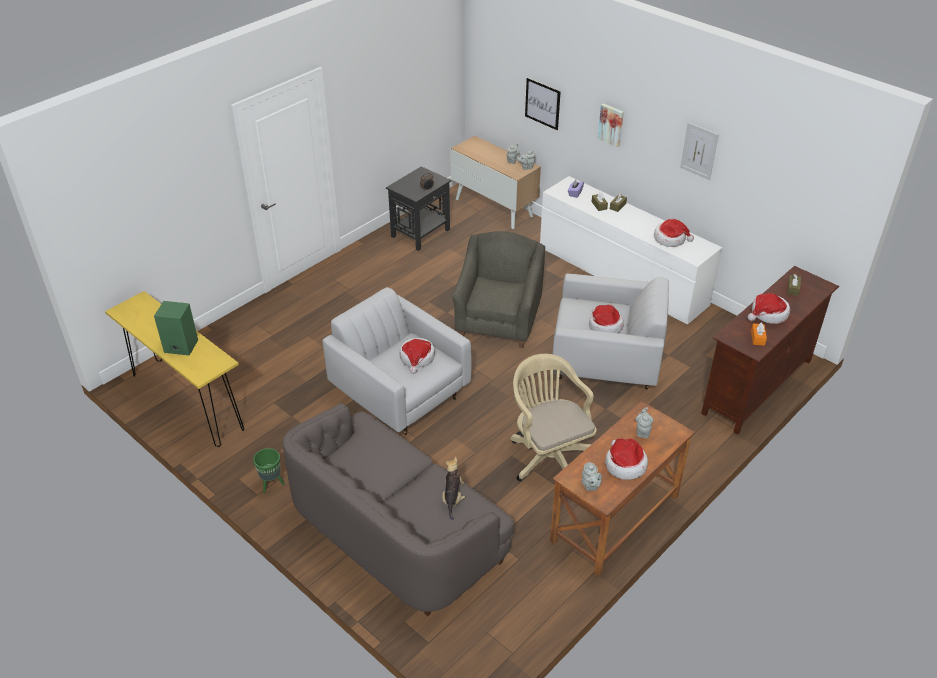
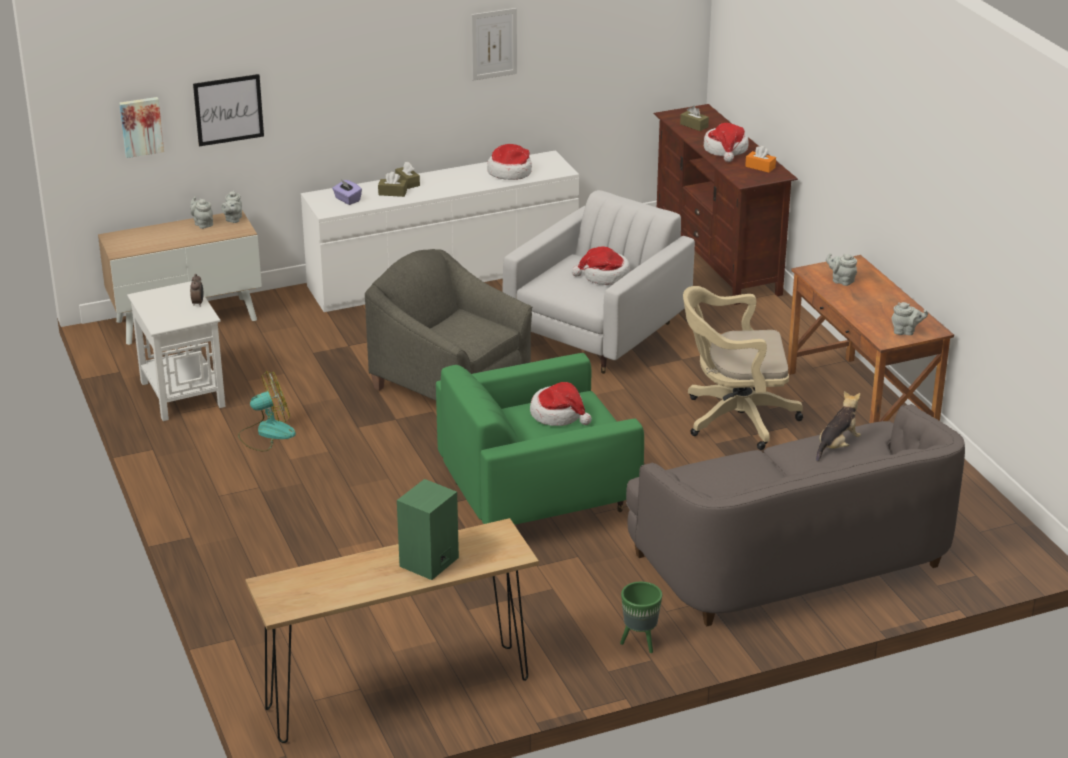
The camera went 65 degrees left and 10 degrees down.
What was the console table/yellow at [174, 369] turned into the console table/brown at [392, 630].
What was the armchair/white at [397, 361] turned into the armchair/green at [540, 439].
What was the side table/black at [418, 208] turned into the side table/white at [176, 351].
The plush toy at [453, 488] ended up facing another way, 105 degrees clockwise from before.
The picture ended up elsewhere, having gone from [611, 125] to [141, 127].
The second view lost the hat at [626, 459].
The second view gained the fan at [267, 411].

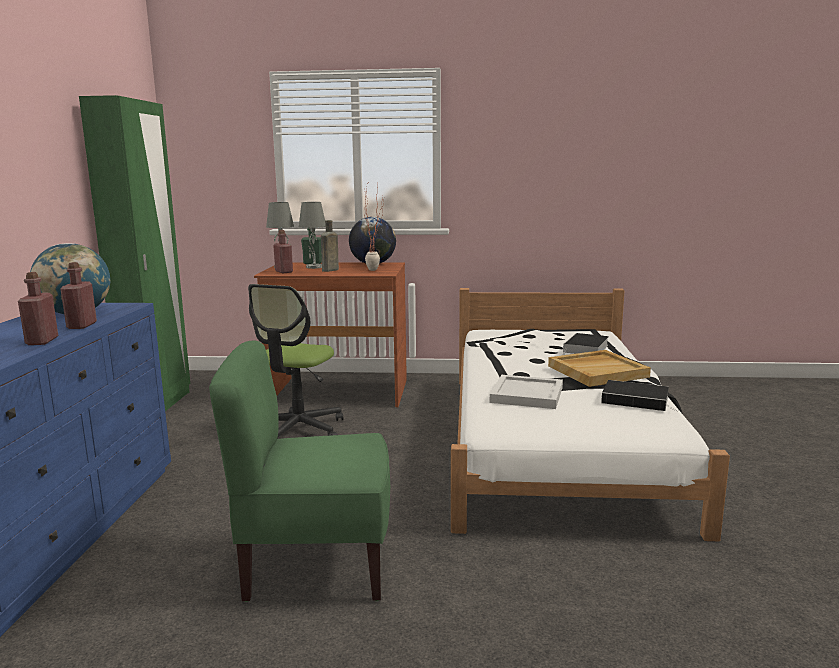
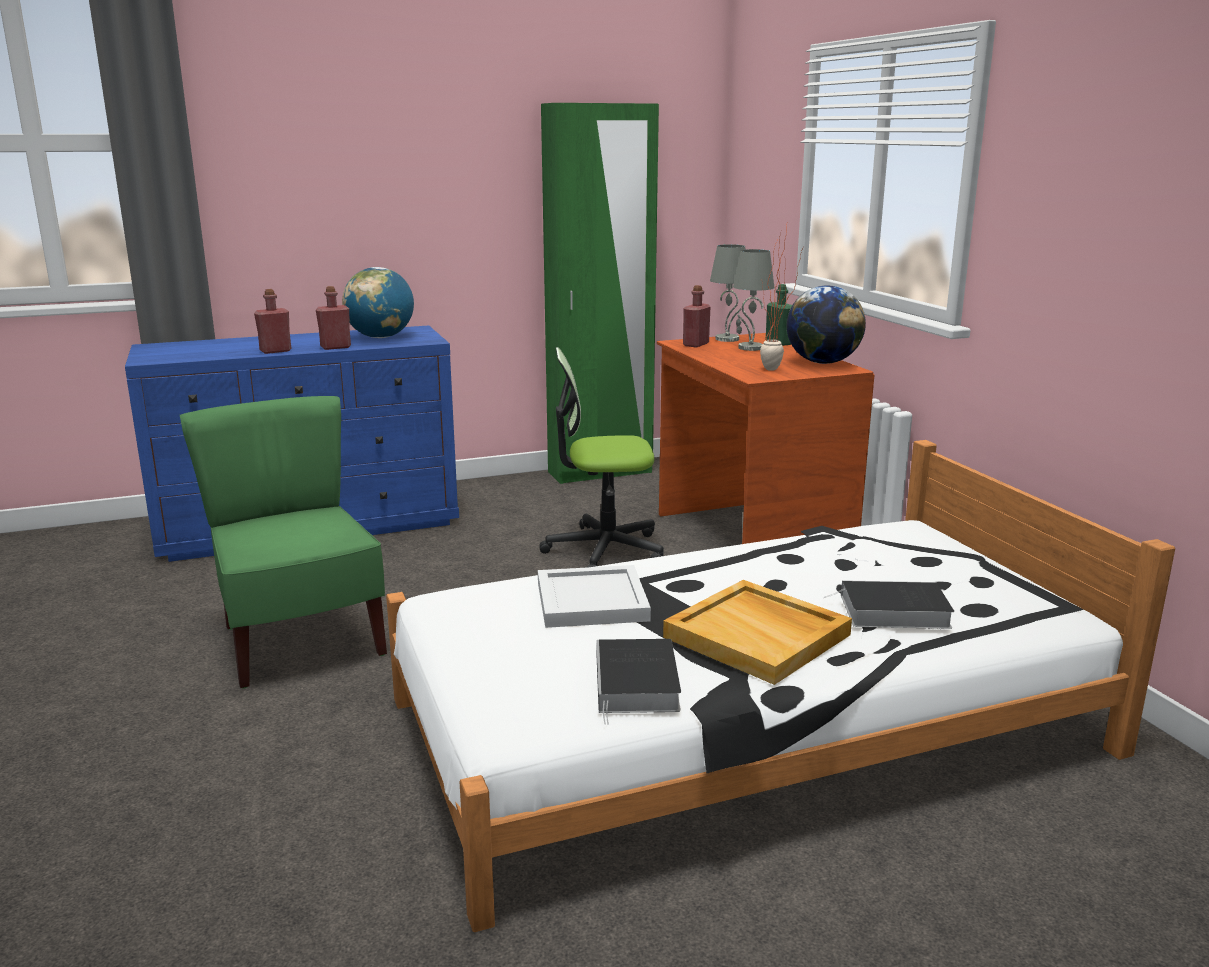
The camera went 65 degrees right and 5 degrees up.
The second view lost the bottle/brown at [330, 246].

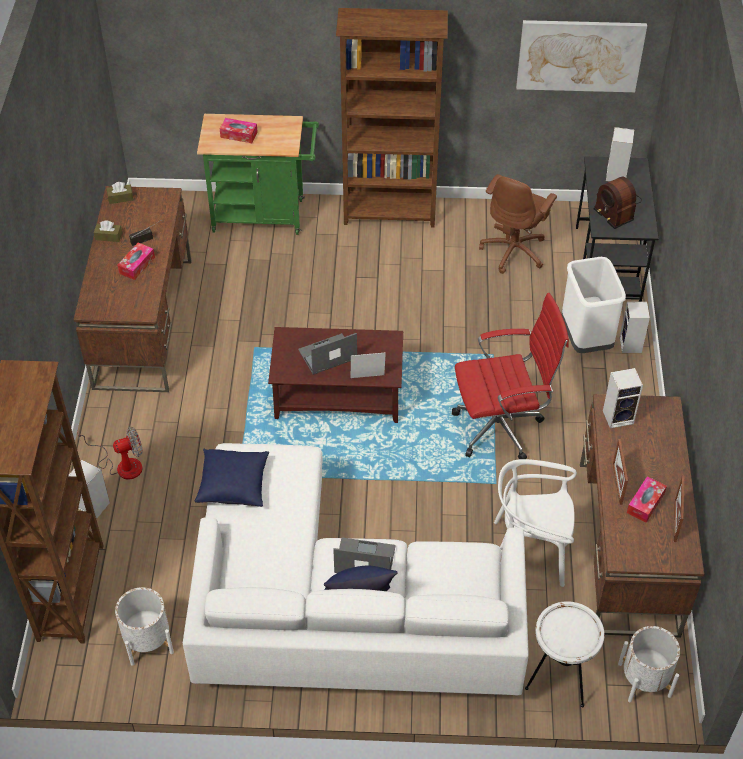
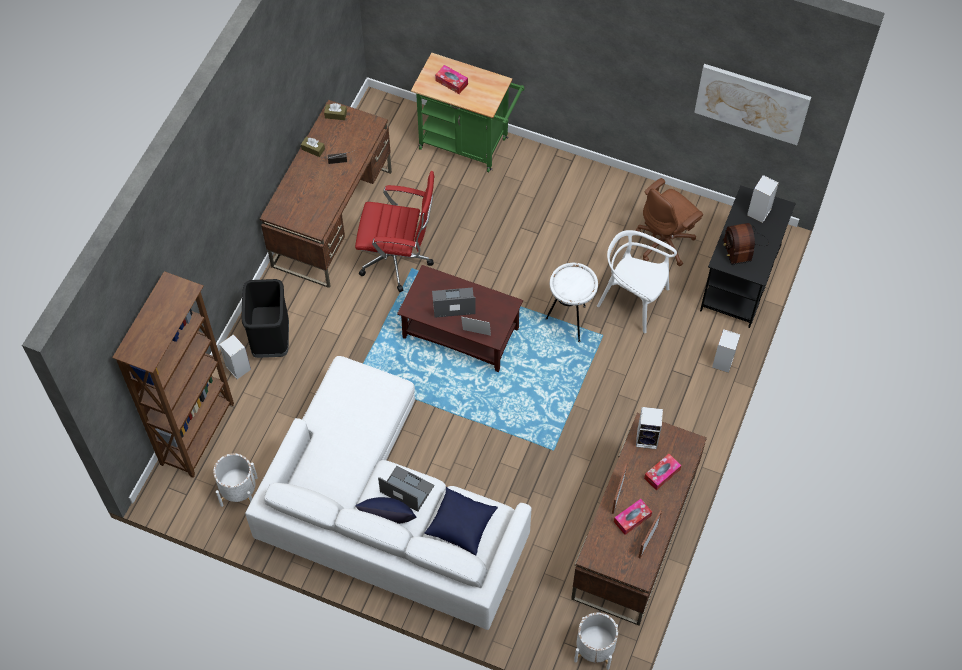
The camera went 20 degrees right and 10 degrees up.
Where the fan stood at [110, 453], the trash can/black came to stand at [265, 318].
The tissue box ended up elsewhere, having gone from [136, 261] to [662, 472].
The pillow/blue ended up elsewhere, having gone from [231, 478] to [461, 521].
The second view lost the bookcase/brown at [392, 118].
The office chair/red ended up elsewhere, having gone from [510, 376] to [395, 231].
The chair/white ended up elsewhere, having gone from [535, 523] to [637, 281].
The side table/white ended up elsewhere, having gone from [565, 654] to [571, 302].
The second view lost the trash can/white at [594, 305].

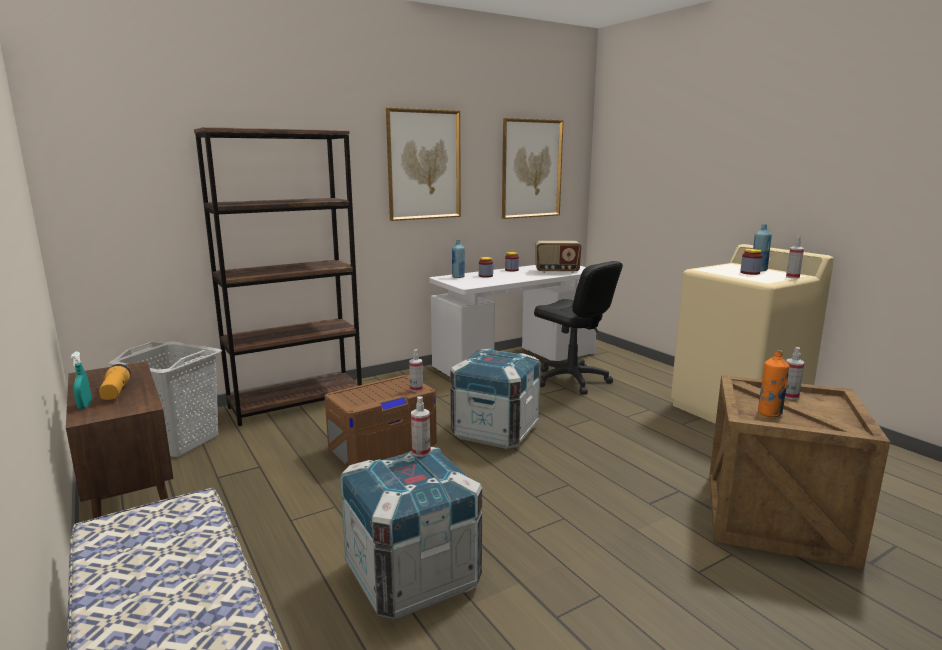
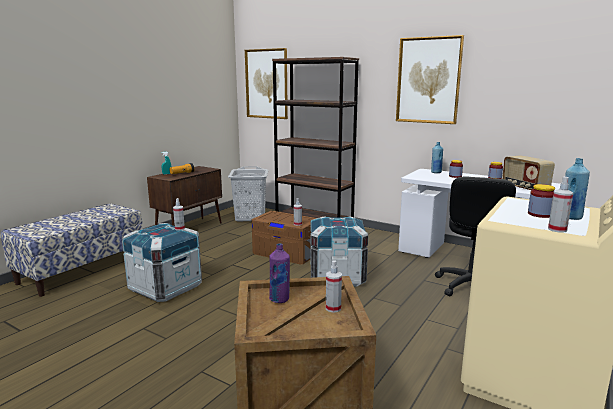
The camera went 65 degrees right and 0 degrees up.
The picture ended up elsewhere, having gone from [533, 168] to [266, 83].
What was the bottle/orange at [773, 383] turned into the bottle/purple at [279, 273].

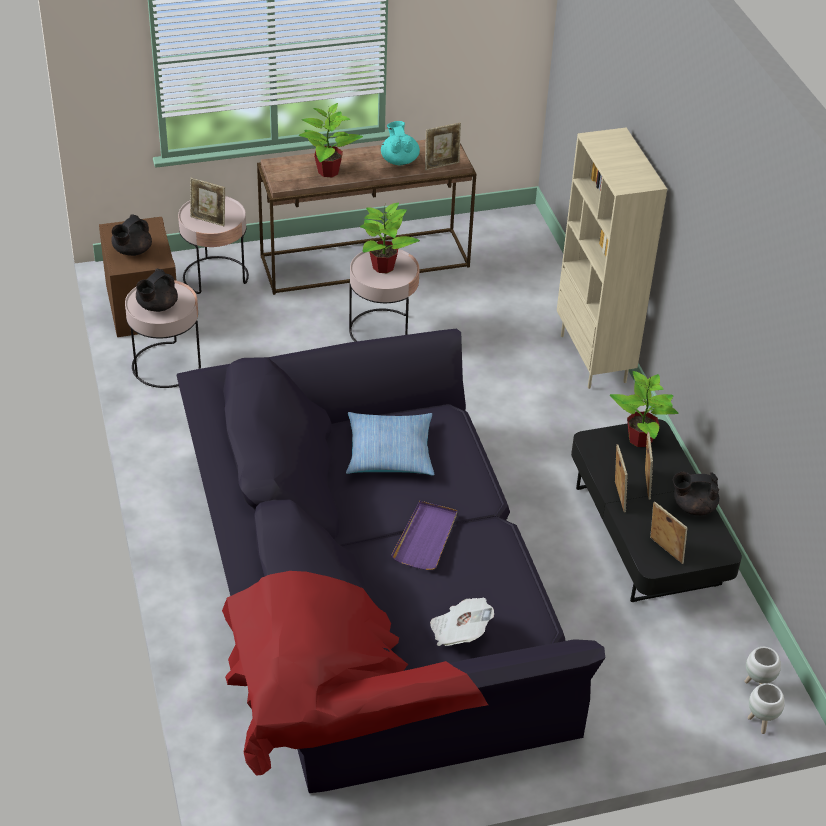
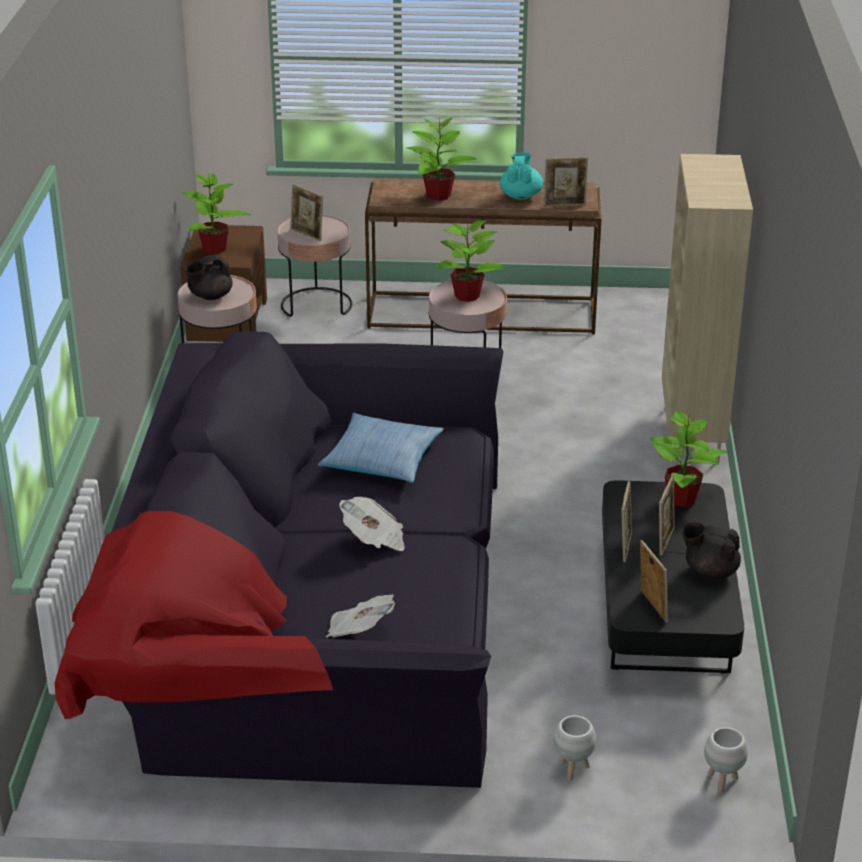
The camera went 20 degrees right and 10 degrees down.
Where the teapot/black stood at [131, 235], the potted plant came to stand at [216, 214].
Where the tray/purple stood at [424, 535], the newspaper came to stand at [372, 524].
The planter/white ended up elsewhere, having gone from [766, 708] to [575, 748].

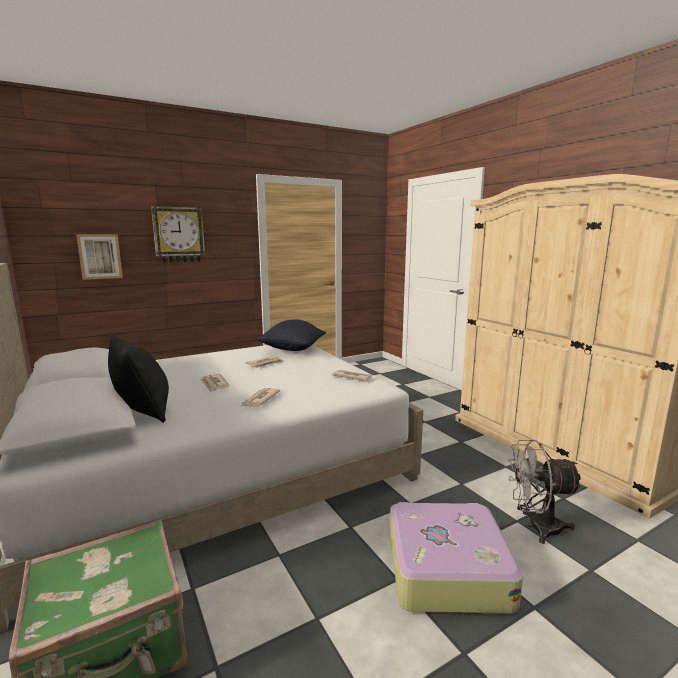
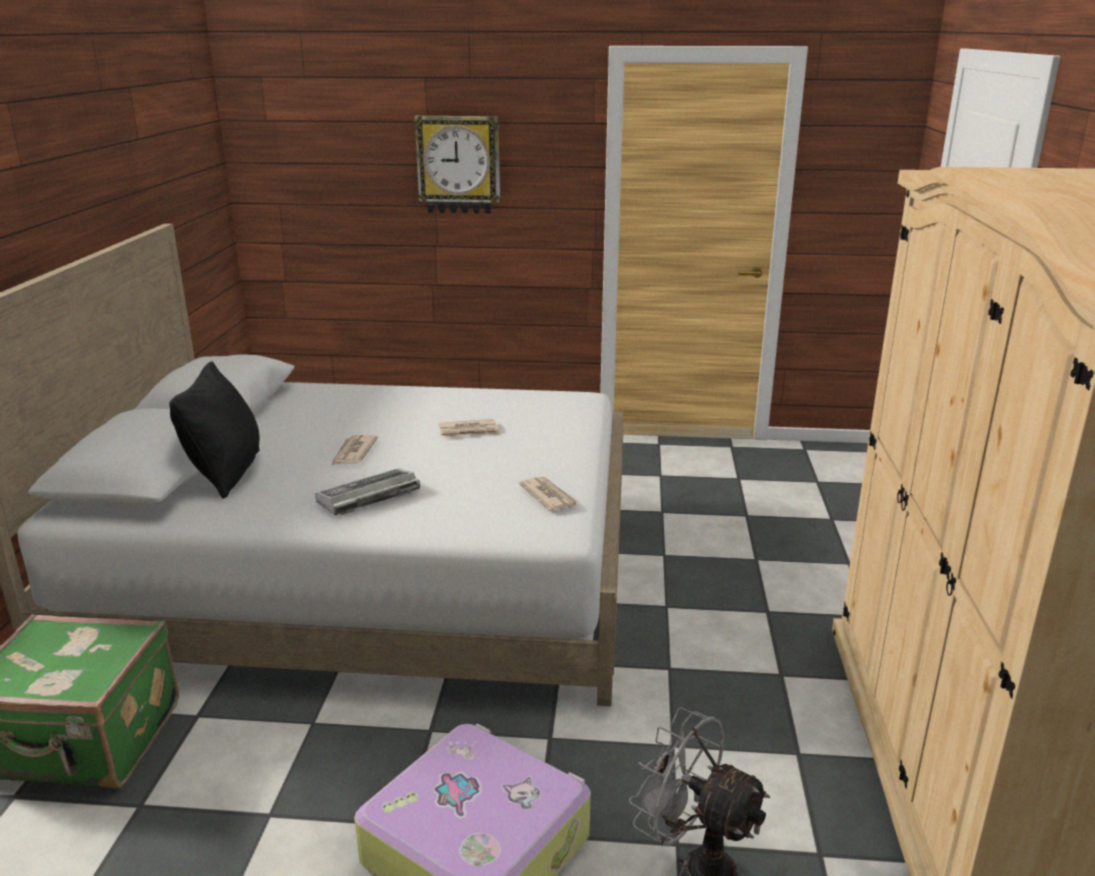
The camera went 35 degrees right and 10 degrees up.
The second view lost the picture at [99, 257].
Where the newspaper stood at [261, 397], the keyboard came to stand at [367, 491].
The second view lost the pillow/black at [291, 335].

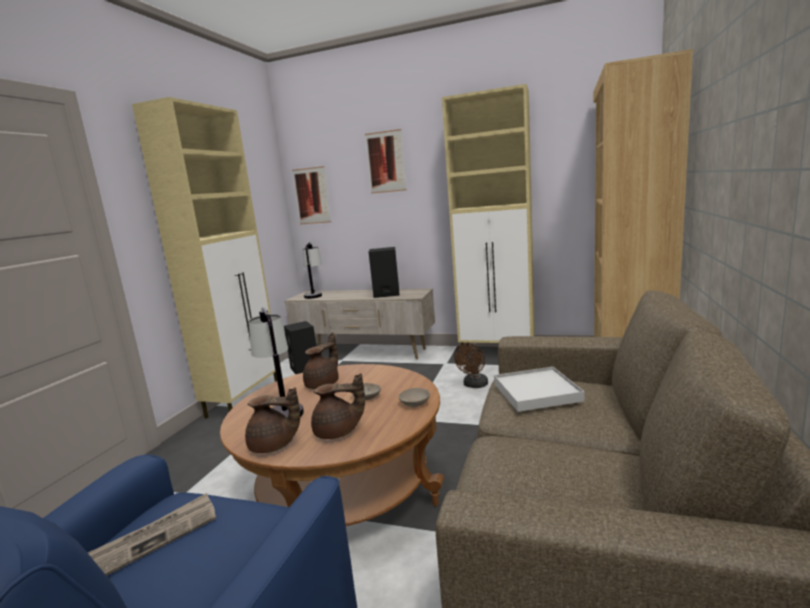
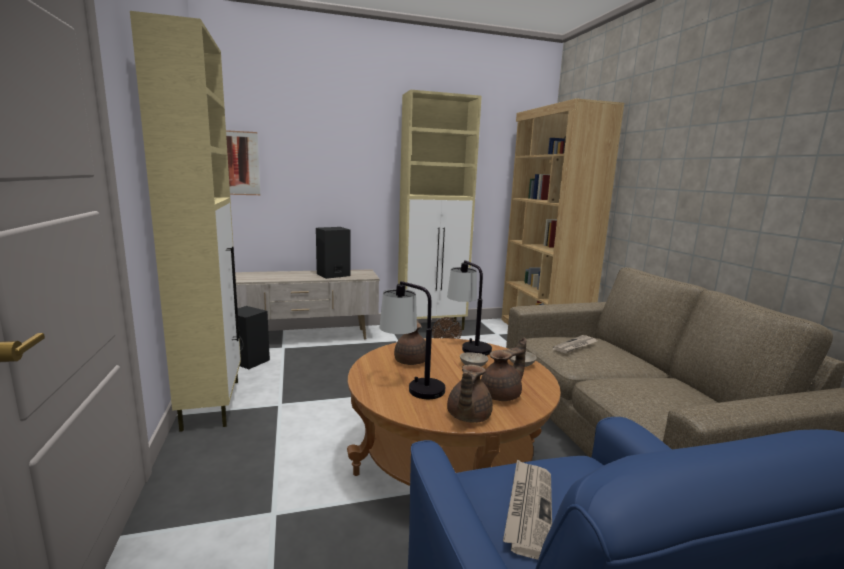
The camera went 35 degrees left and 0 degrees up.
The teapot/brown at [272, 420] ended up facing another way, 135 degrees clockwise from before.
The table lamp ended up elsewhere, having gone from [312, 270] to [469, 308].
The second view lost the picture at [386, 161].
Where the tray/white stood at [539, 389], the newspaper came to stand at [574, 344].

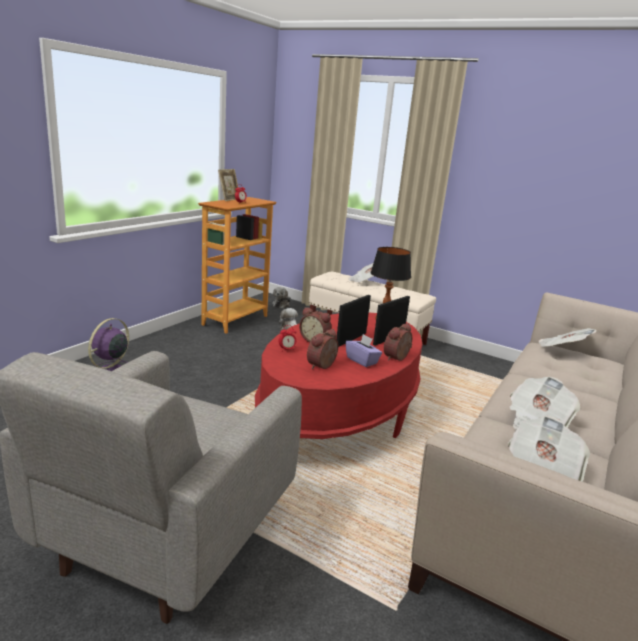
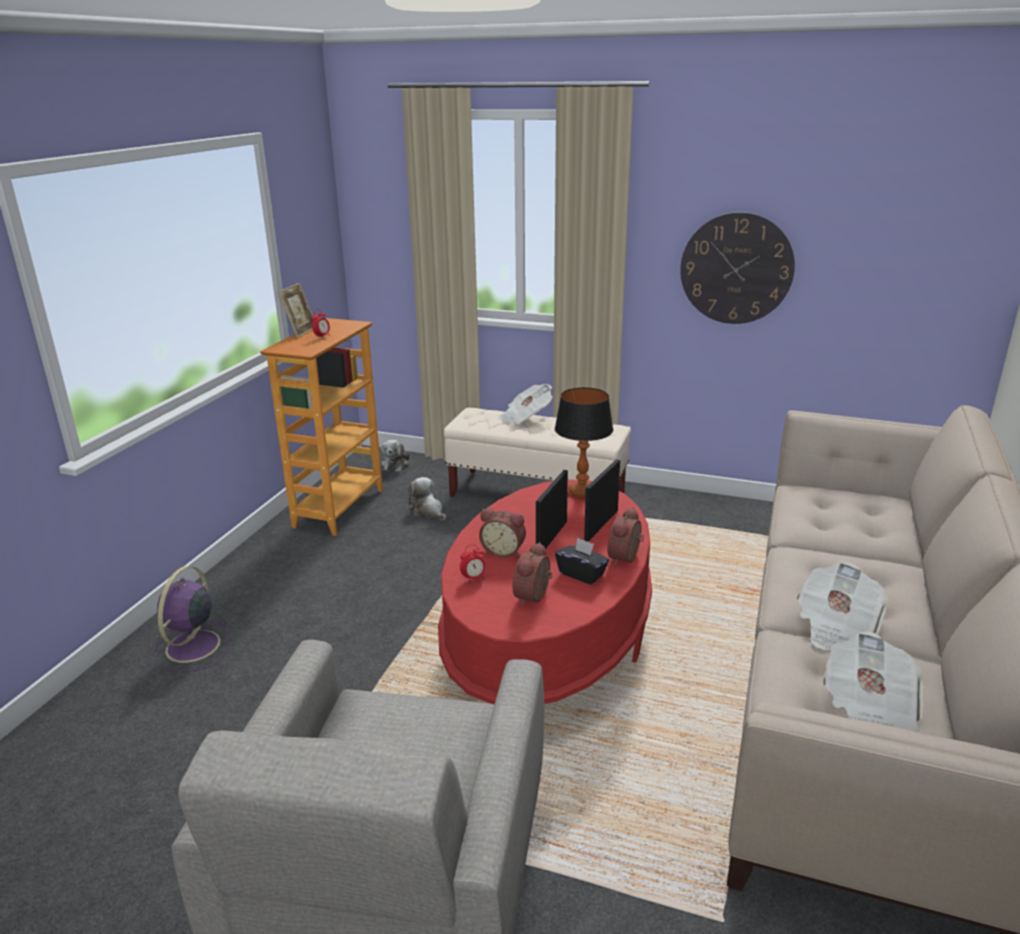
The camera went 10 degrees left and 5 degrees up.
What was the tissue box/purple at [363, 350] turned into the tissue box/black at [582, 560].
The second view lost the newspaper at [567, 337].
The second view gained the wall clock at [737, 268].

